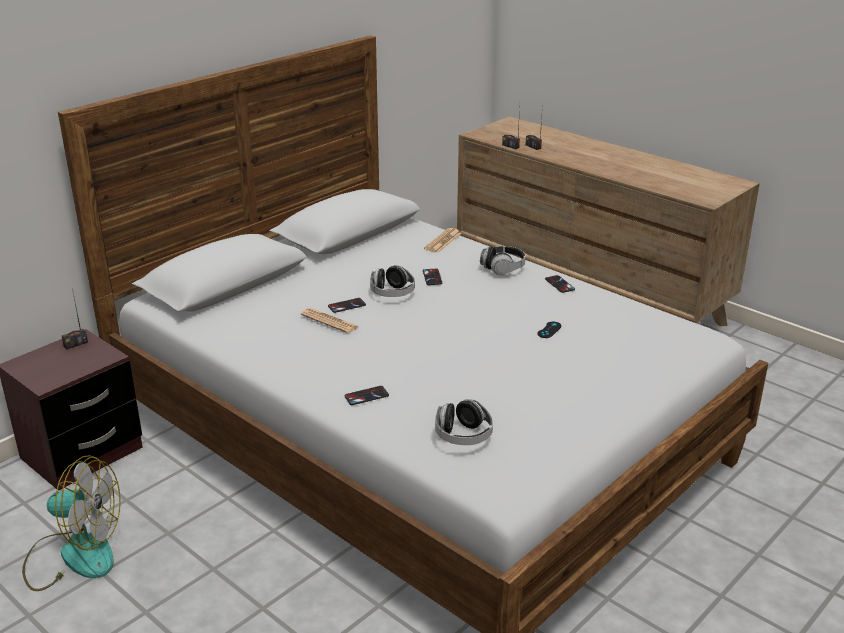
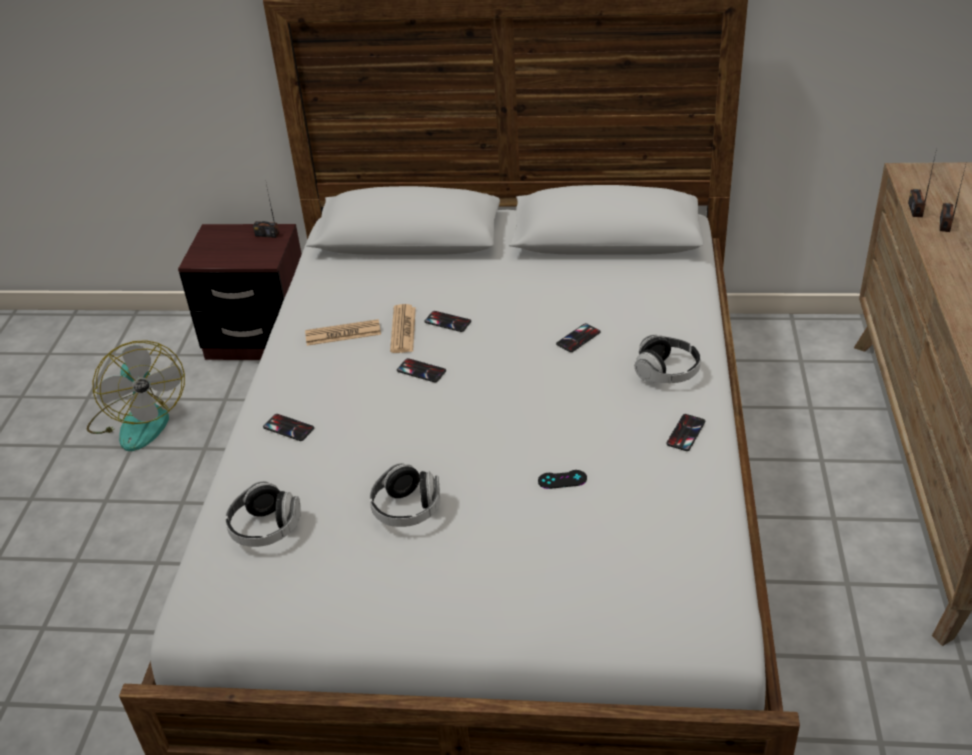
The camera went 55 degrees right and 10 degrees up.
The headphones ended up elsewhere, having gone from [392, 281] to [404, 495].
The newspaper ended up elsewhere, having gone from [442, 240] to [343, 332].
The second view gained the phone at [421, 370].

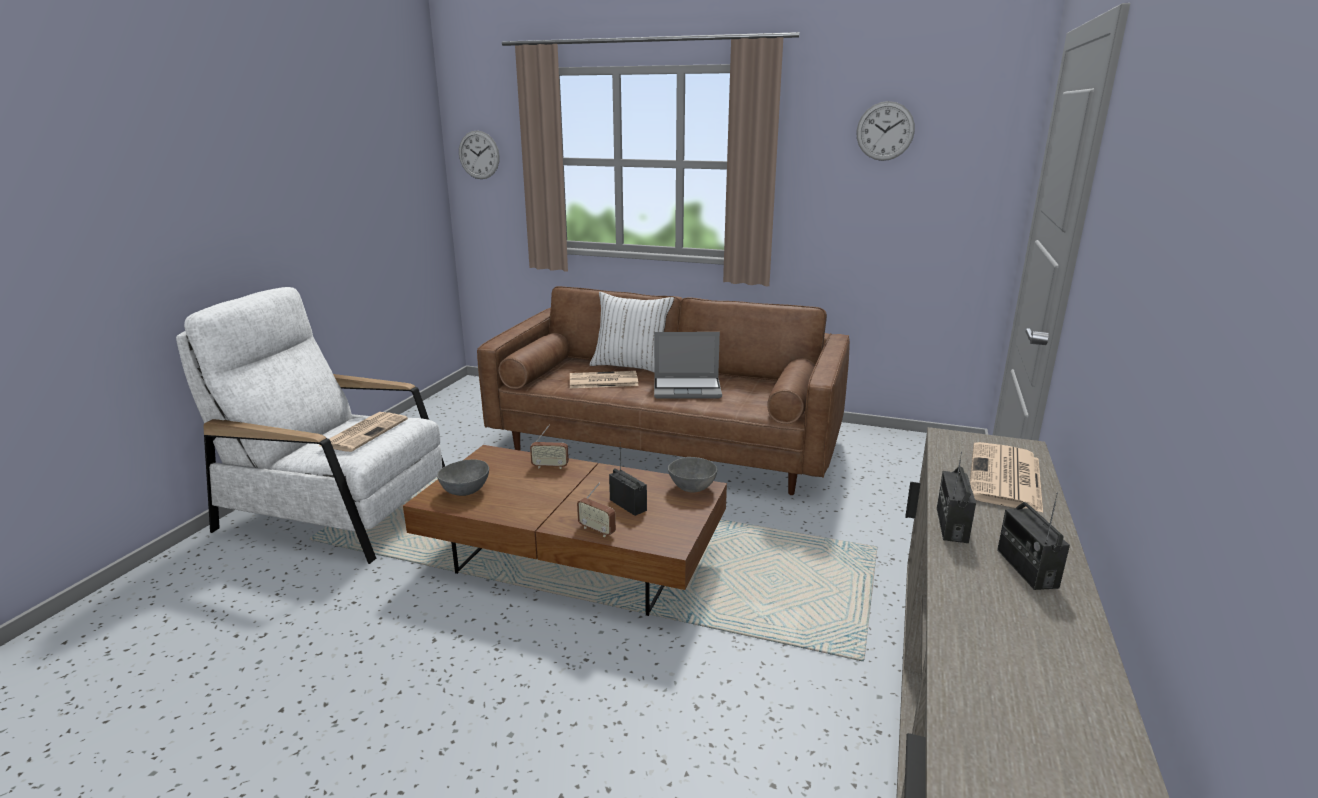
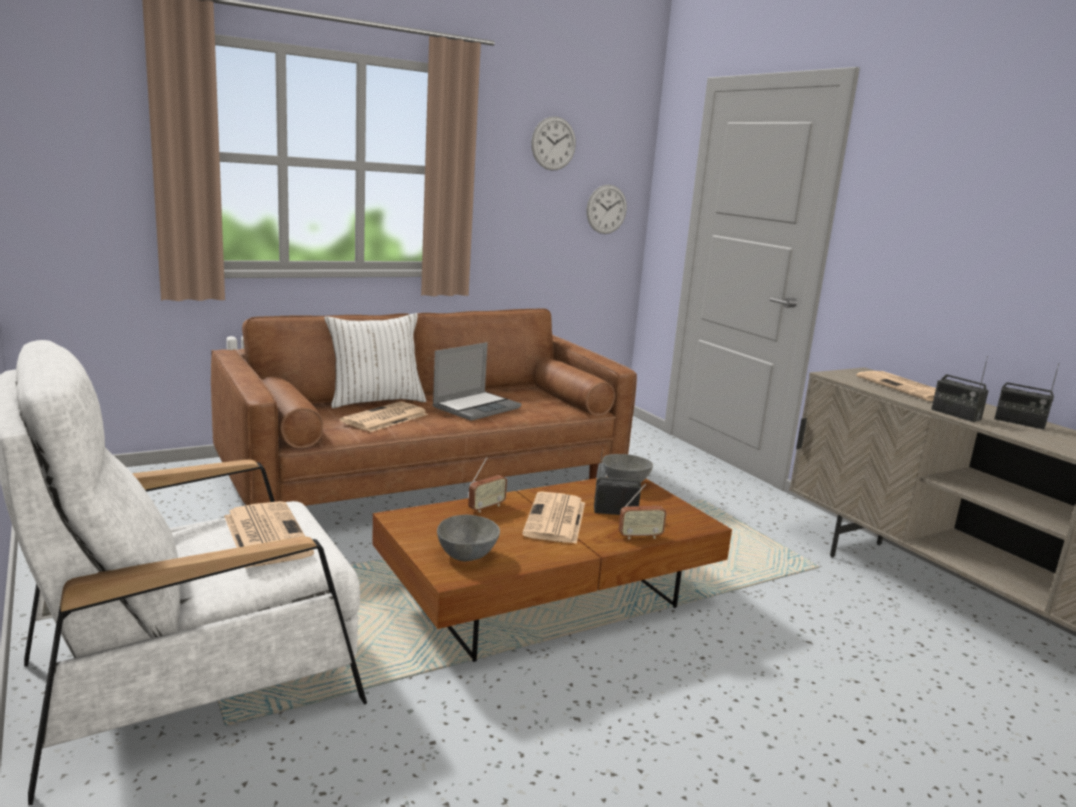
The camera went 50 degrees left and 5 degrees down.
The wall clock ended up elsewhere, having gone from [479, 154] to [606, 209].
The second view gained the newspaper at [553, 518].

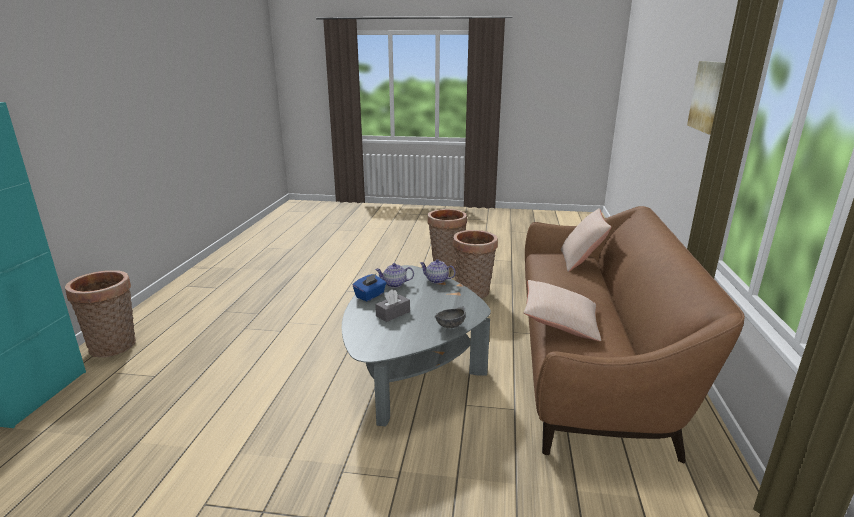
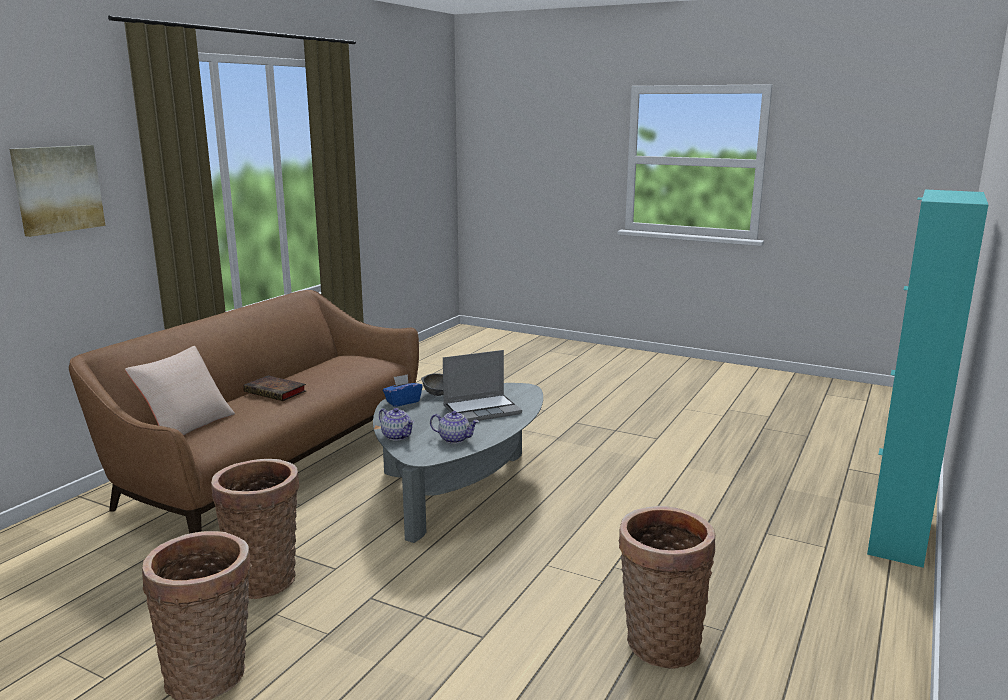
The camera went 160 degrees left and 5 degrees down.
The basket ended up elsewhere, having gone from [100, 314] to [666, 587].
The tissue box/blue ended up elsewhere, having gone from [369, 287] to [403, 390].
Where the tissue box/grey stood at [392, 305], the laptop came to stand at [482, 386].
The second view lost the pillow/beige at [562, 310].
The second view gained the book at [274, 388].

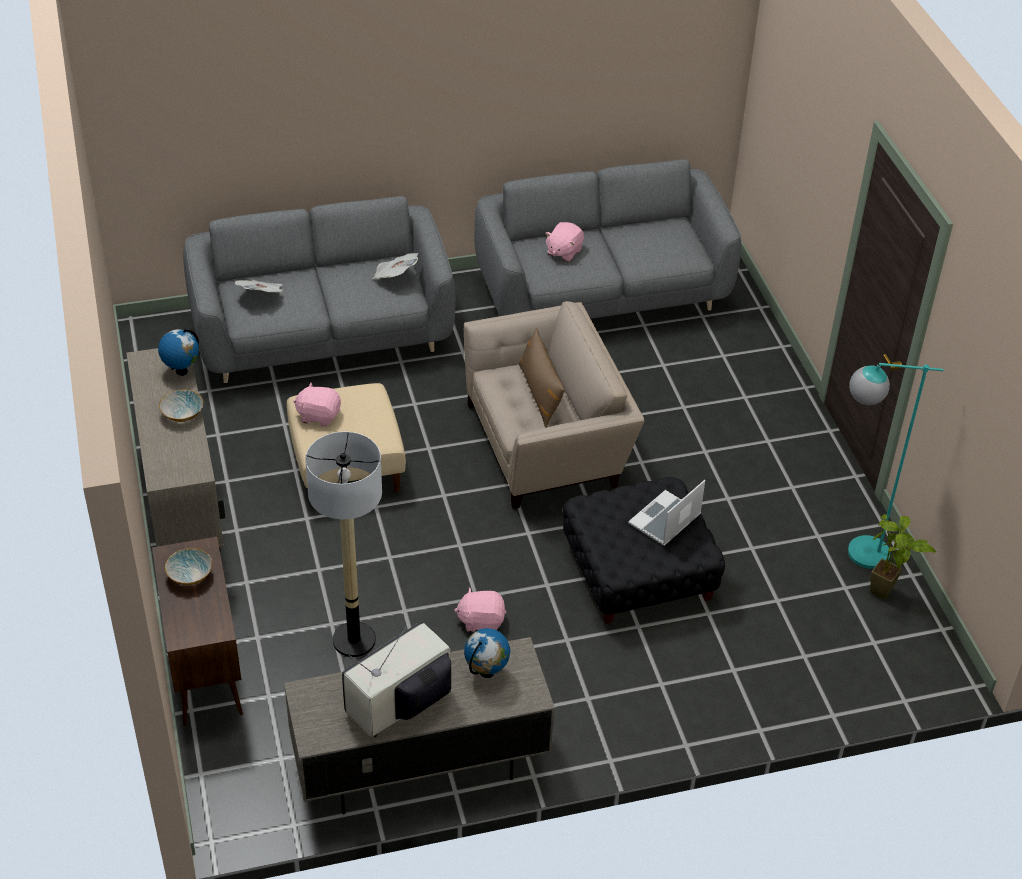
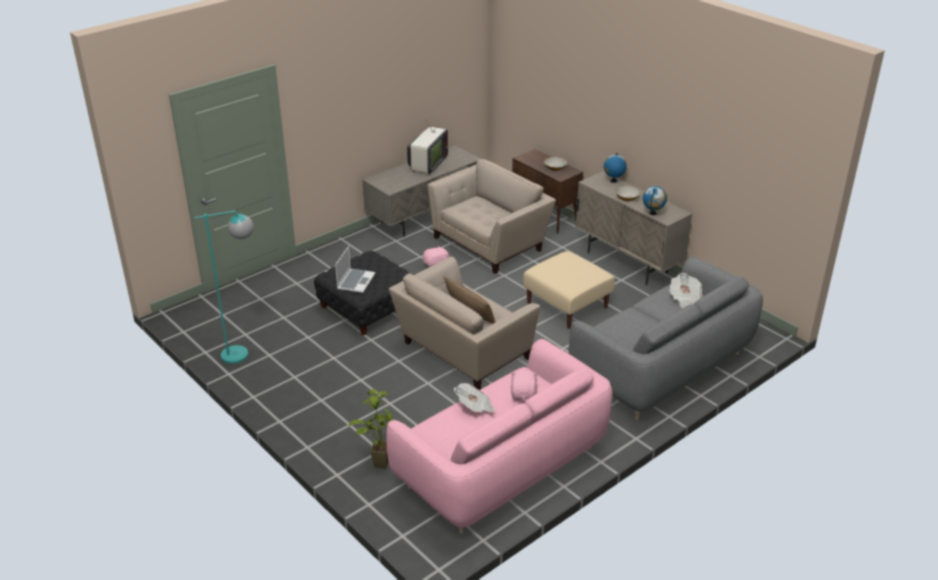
The camera went 155 degrees right and 10 degrees down.
The second view lost the plush toy/pink at [317, 404].
Where the floor lamp stood at [343, 544], the armchair/beige came to stand at [492, 216].
The newspaper ended up elsewhere, having gone from [396, 266] to [474, 398].
The globe ended up elsewhere, having gone from [487, 653] to [615, 168].
What was the sofa/grey at [607, 239] turned into the sofa/pink at [499, 436].
The potted plant ended up elsewhere, having gone from [903, 557] to [370, 429].

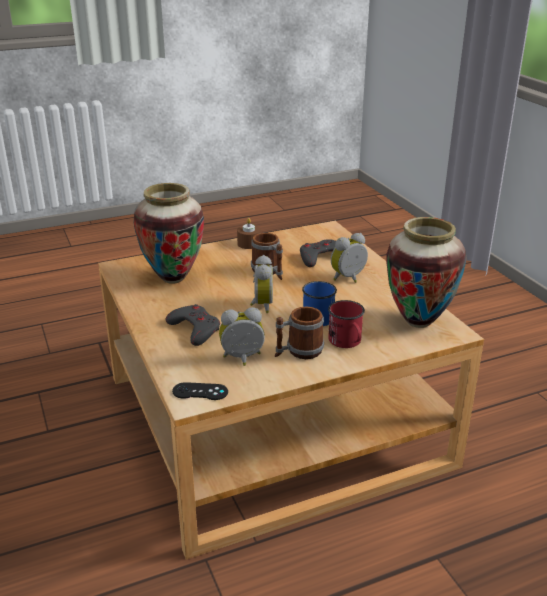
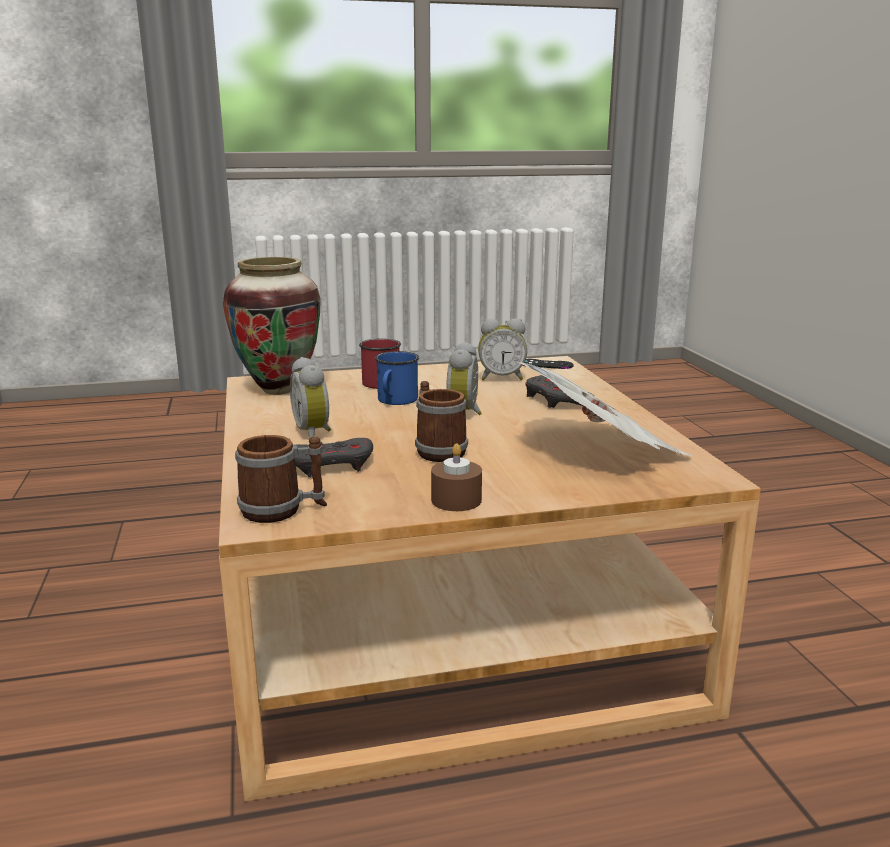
The camera went 170 degrees left and 10 degrees down.
Where the vase stood at [168, 233], the newspaper came to stand at [605, 409].
The mug ended up elsewhere, having gone from [299, 332] to [281, 479].
The alarm clock at [349, 258] ended up facing another way, 90 degrees clockwise from before.

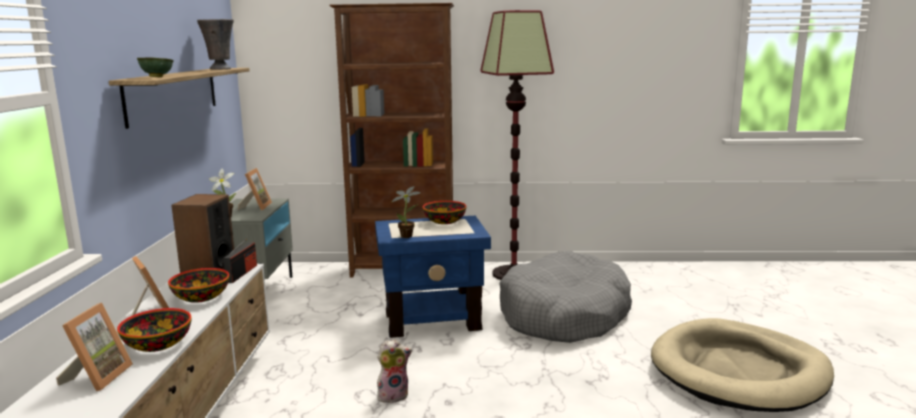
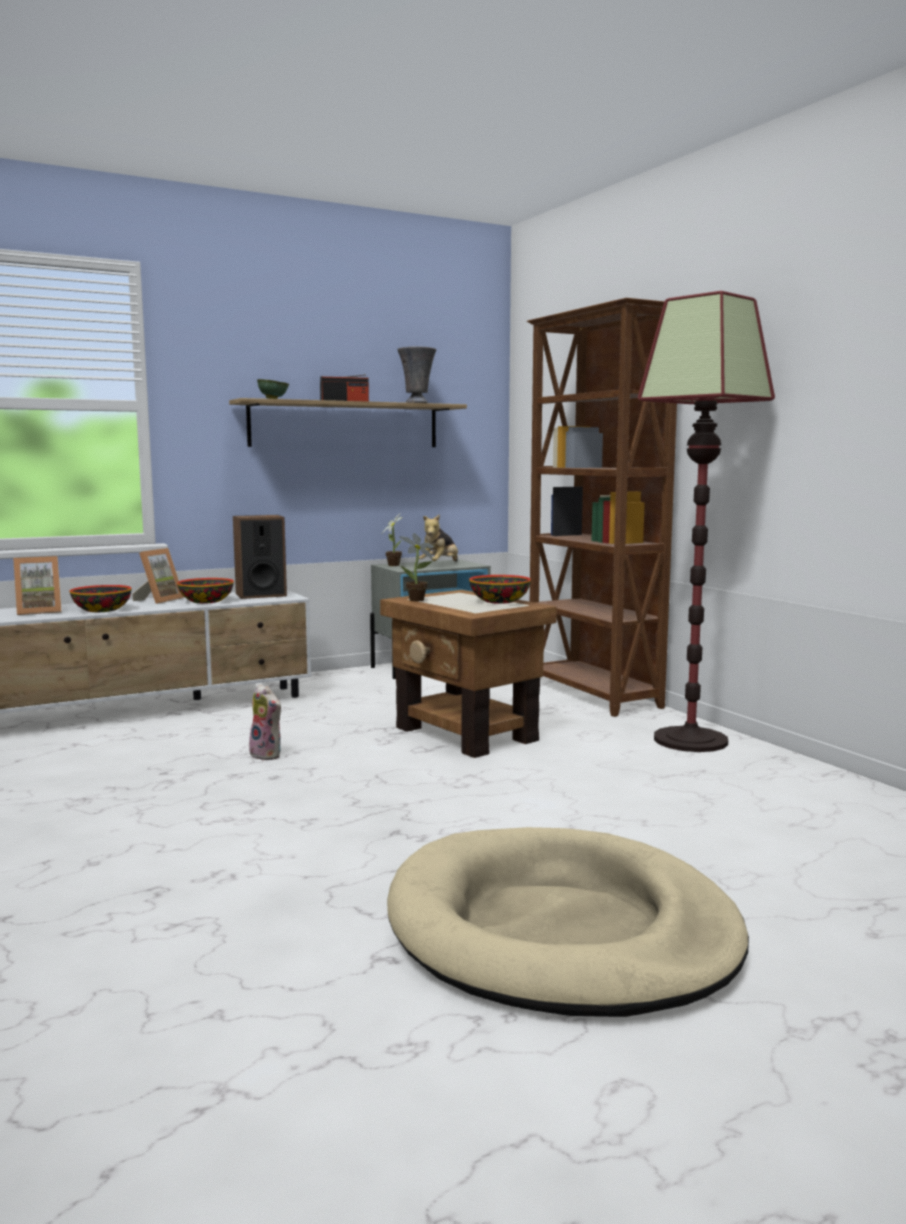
The camera went 60 degrees right and 5 degrees down.
The radio ended up elsewhere, having gone from [239, 261] to [344, 388].
Where the picture frame stood at [255, 189], the plush toy came to stand at [438, 538].
What was the side table/blue at [433, 277] turned into the side table/brown at [468, 674].
The second view lost the dog bed/grey at [566, 297].

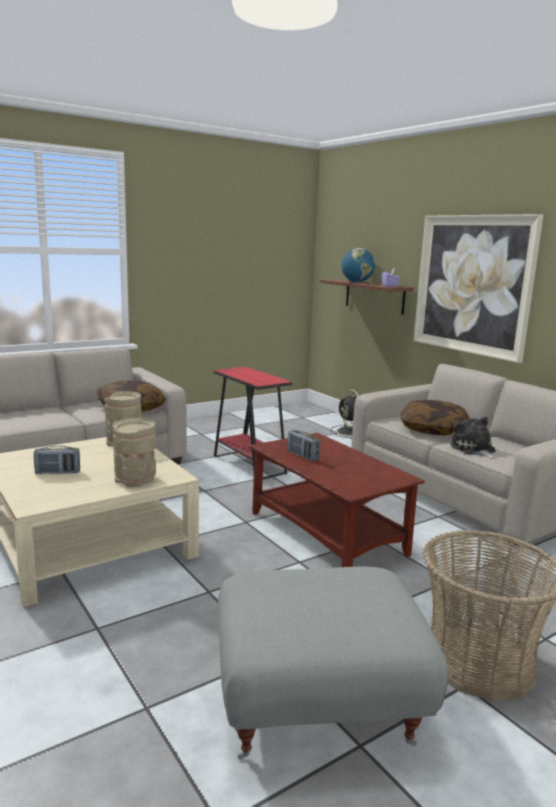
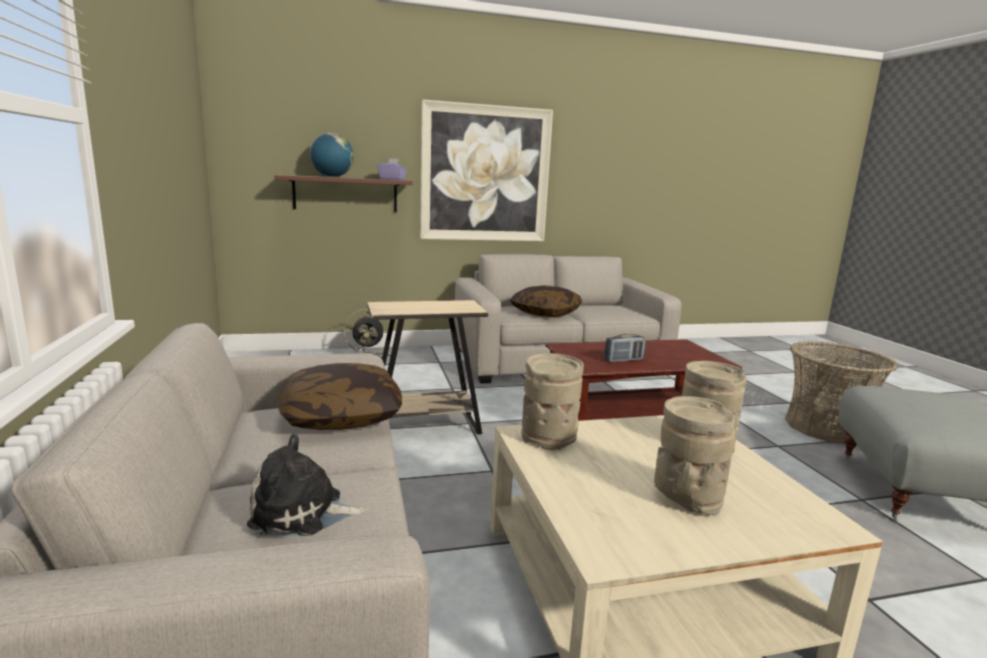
The camera went 70 degrees left and 0 degrees up.
Where the radio stood at [57, 460], the vase/beige came to stand at [694, 456].
What was the side table/red at [252, 423] turned into the side table/beige at [427, 367].
The plush toy ended up elsewhere, having gone from [473, 438] to [307, 484].

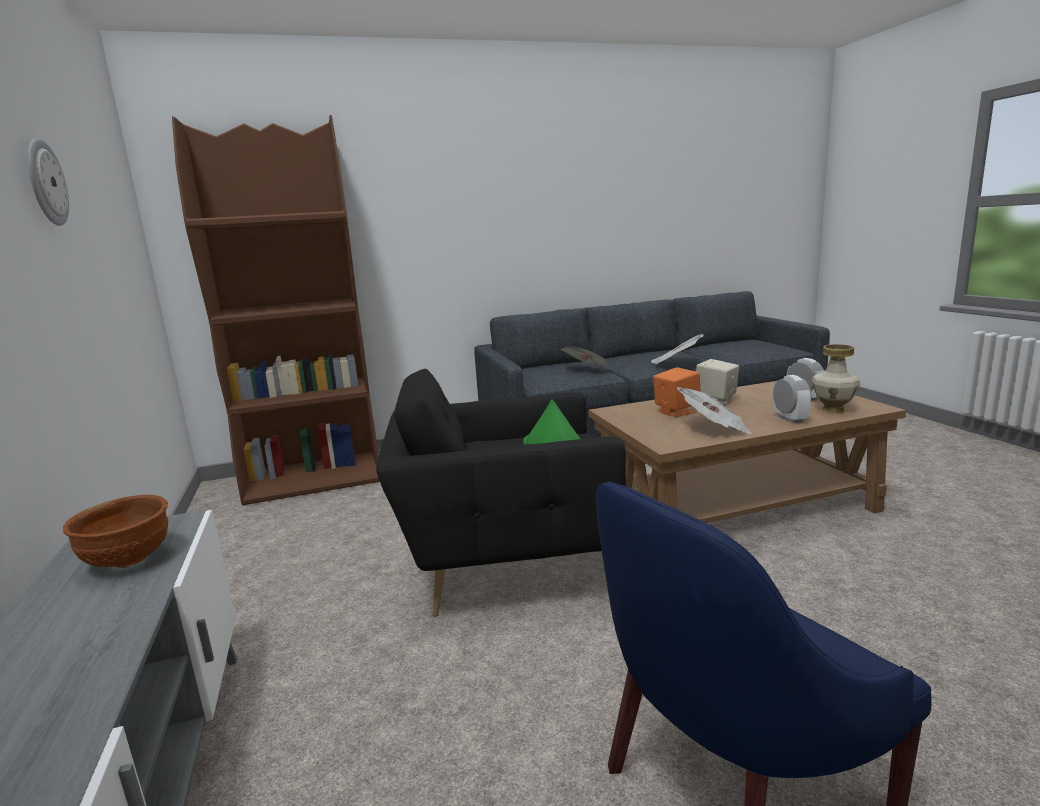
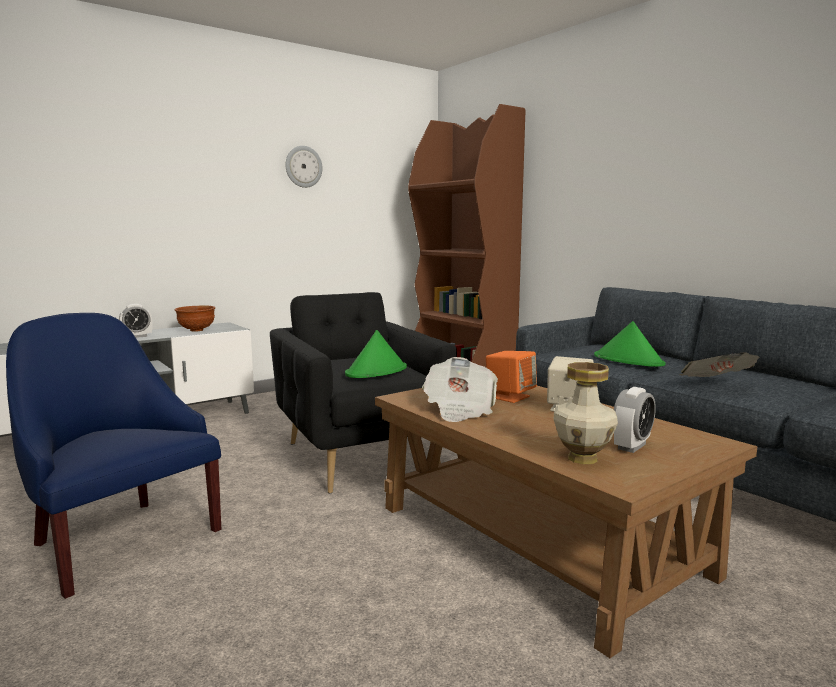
The camera went 70 degrees right and 5 degrees down.
Where the newspaper stood at [585, 356], the hat/green came to stand at [630, 344].
The alarm clock ended up elsewhere, having gone from [792, 399] to [136, 321].

